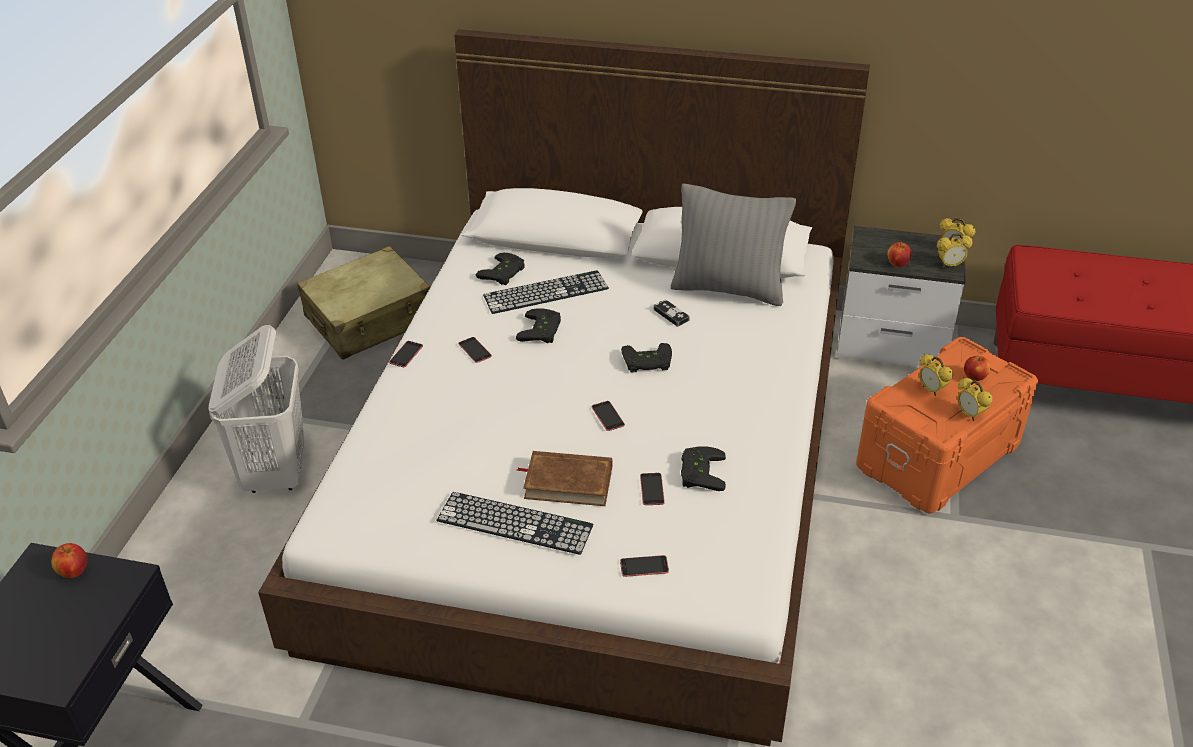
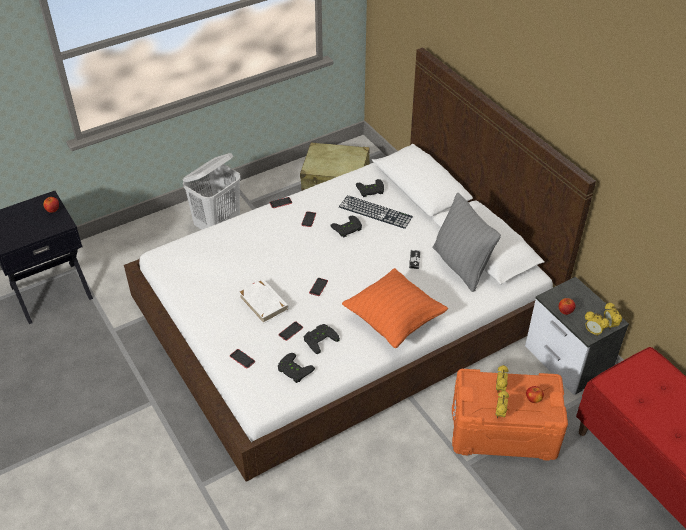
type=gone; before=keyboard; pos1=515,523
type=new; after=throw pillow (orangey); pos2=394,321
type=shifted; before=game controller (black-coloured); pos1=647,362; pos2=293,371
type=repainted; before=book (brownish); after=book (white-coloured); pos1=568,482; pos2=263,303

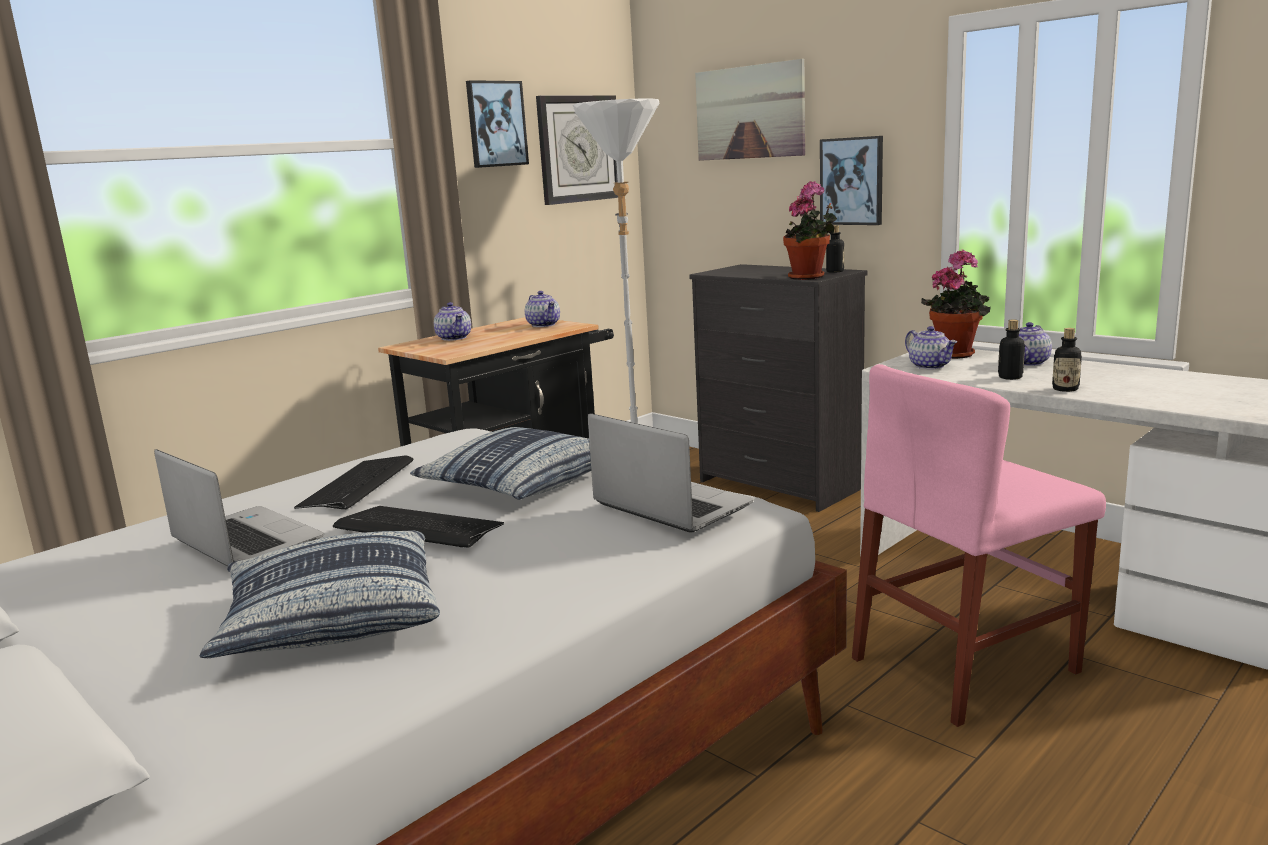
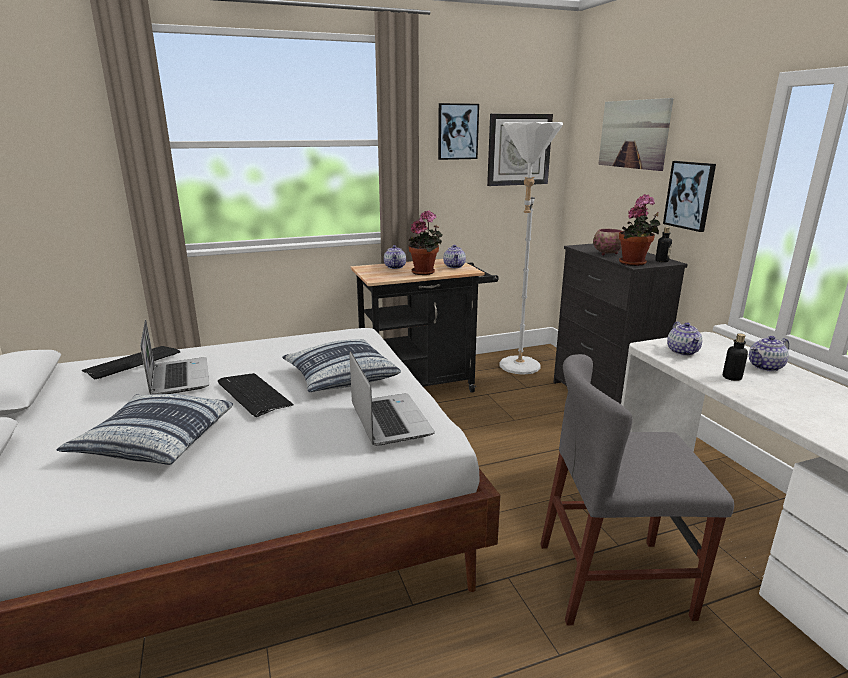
type=gone; before=beverage bottle; pos1=1065,389
type=new; after=serving bowl; pos2=608,254
type=shifted; before=keyboard; pos1=358,485; pos2=132,363
type=shifted; before=plant in a pot; pos1=956,354; pos2=425,272
type=repainted; before=plain chair (pinkish); after=plain chair (greyish); pos1=964,665; pos2=613,580

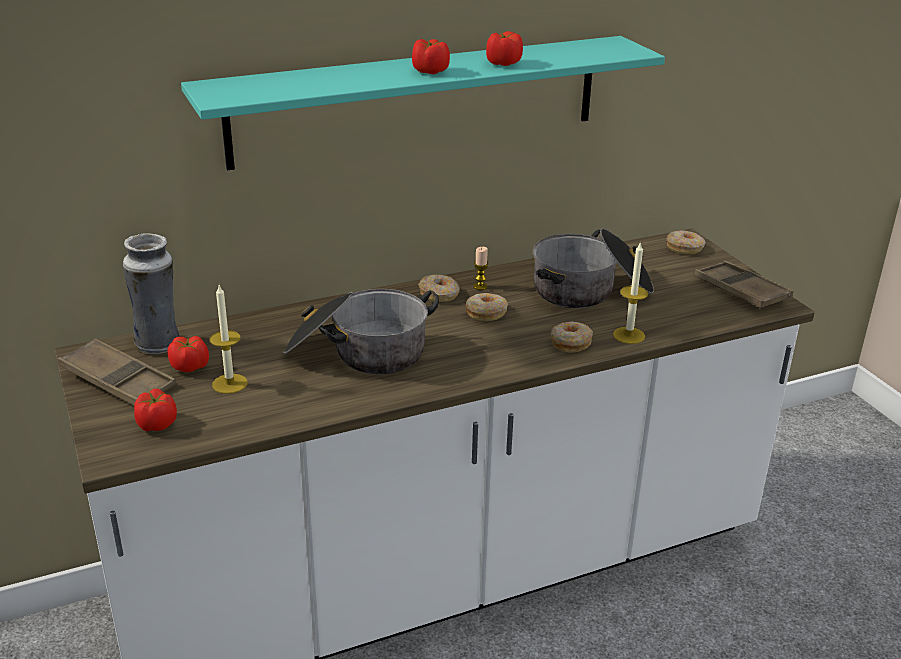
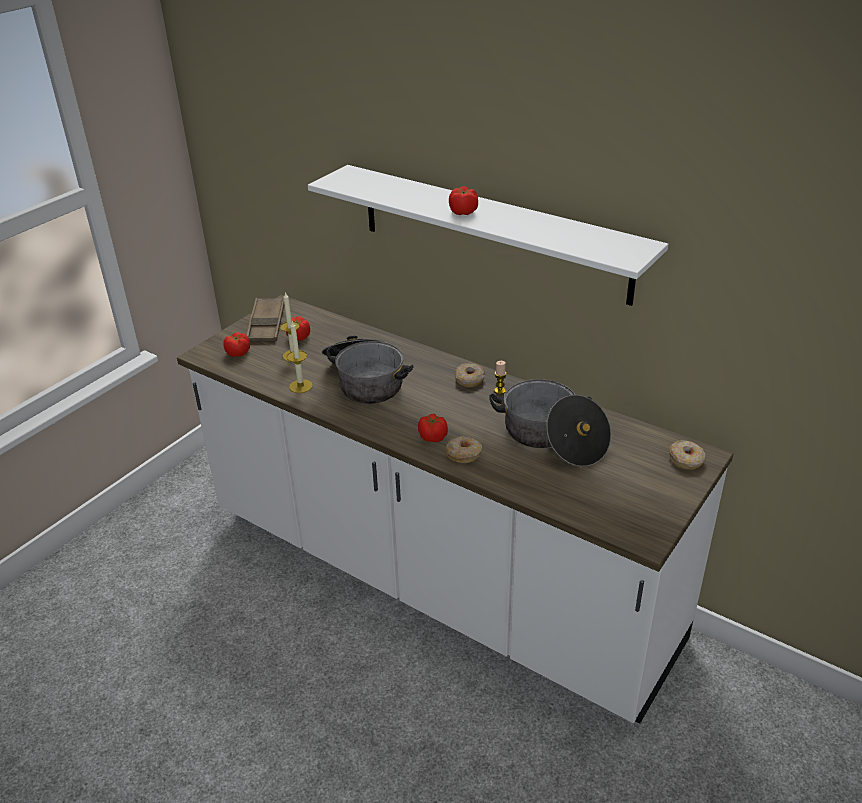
type=gone; before=flower vase; pos1=159,344
type=gone; before=doughnut; pos1=486,313
type=gone; before=serving tray (brownish); pos1=741,291
type=shifted; before=tomato; pos1=503,63; pos2=432,437
type=shifted; before=wax candle; pos1=629,335; pos2=300,386
type=repainted; before=shelf (blue-green); after=shelf (white-coloured); pos1=418,100; pos2=491,232

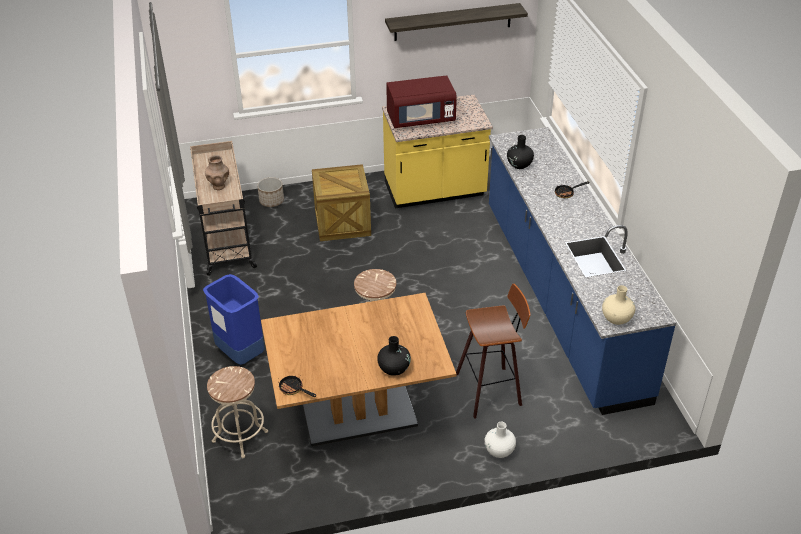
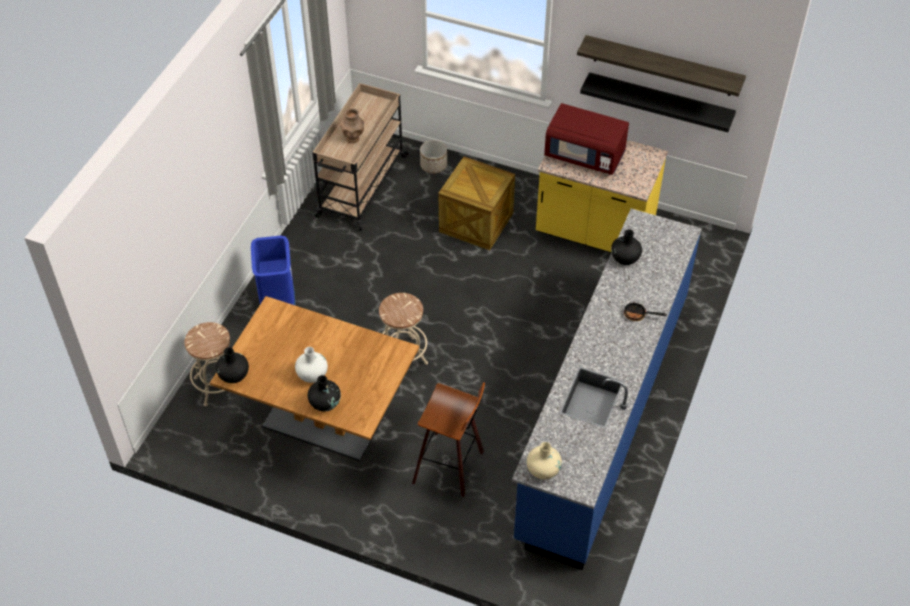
type=new; after=shelf (black-coloured); pos2=659,101
type=shifted; before=flower vase (white-coloured); pos1=499,450; pos2=312,375
type=swapped; before=frying pan; after=flower vase (black-coloured); pos1=294,389; pos2=234,375

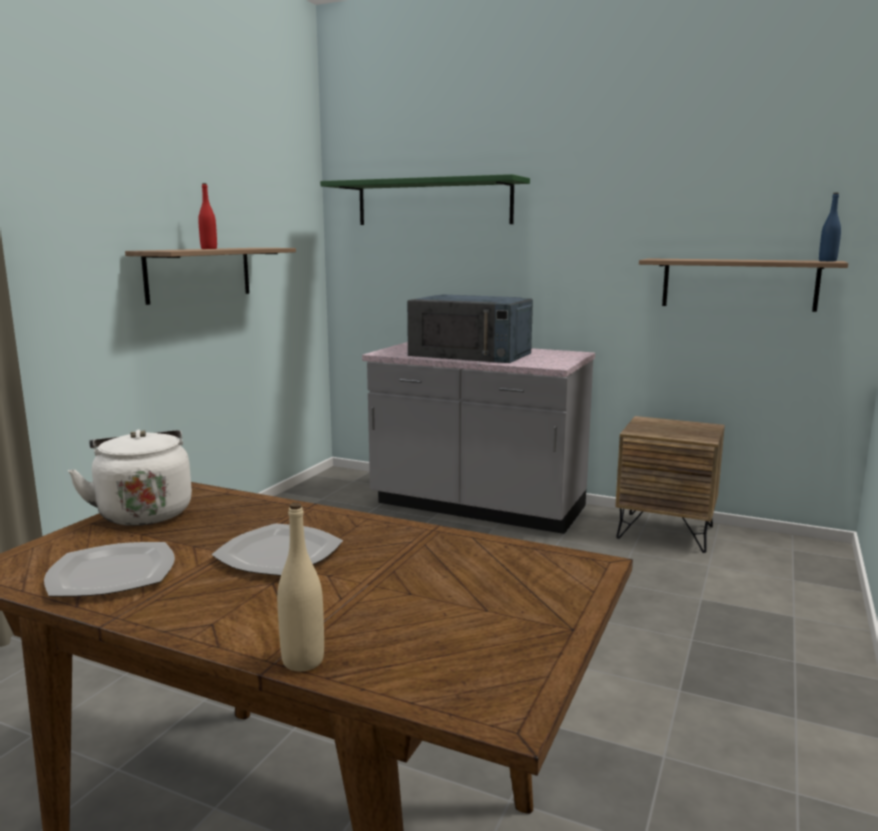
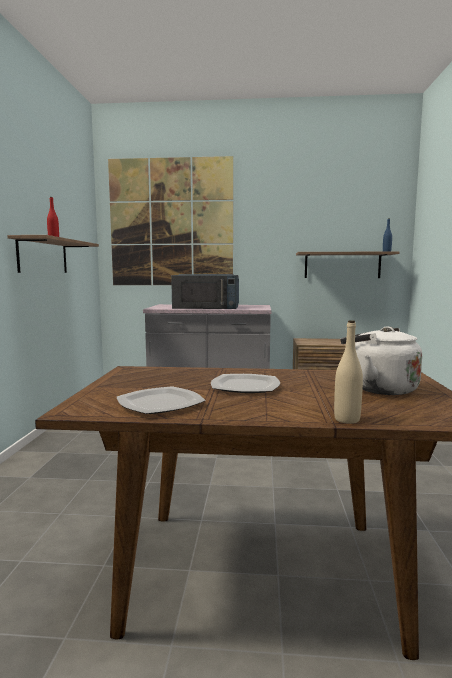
type=shifted; before=water kettle (white-coloured); pos1=143,512; pos2=378,389
type=swapped; before=shelf (greenish); after=wall art; pos1=433,203; pos2=171,222

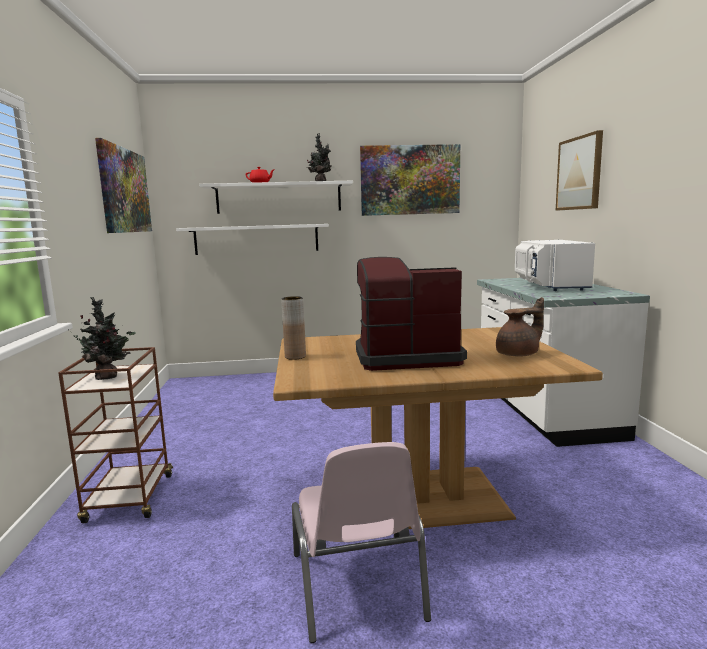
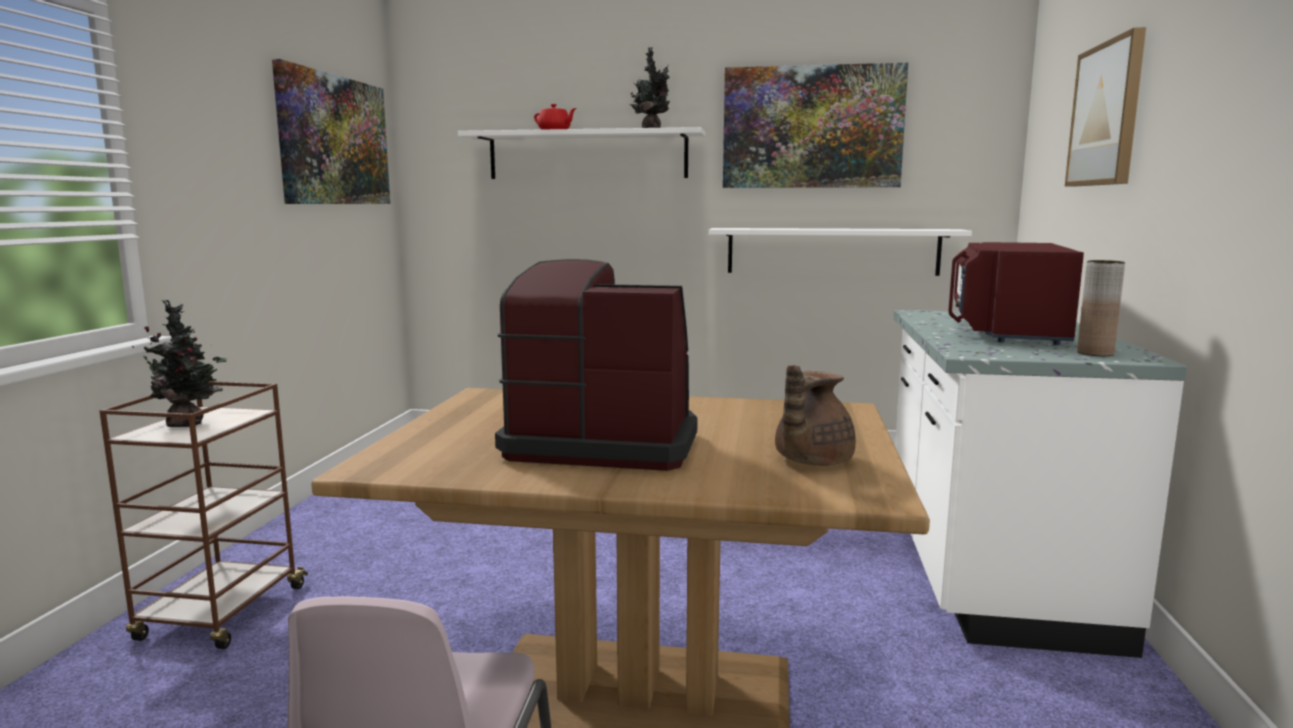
type=shifted; before=shelf (white-coloured); pos1=256,239; pos2=832,251
type=shifted; before=flower vase (brownish); pos1=295,357; pos2=1095,353
type=repainted; before=kitchen microwave (white-coloured); after=kitchen microwave (reddish); pos1=549,286; pos2=1006,331
type=rotated; before=pot for tea (brownish); pos1=519,354; pos2=810,461; turn=135

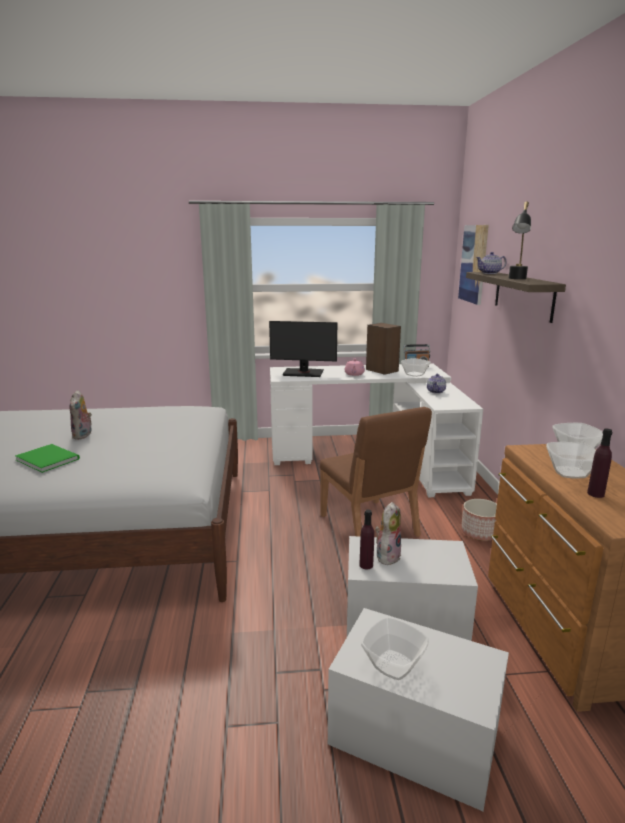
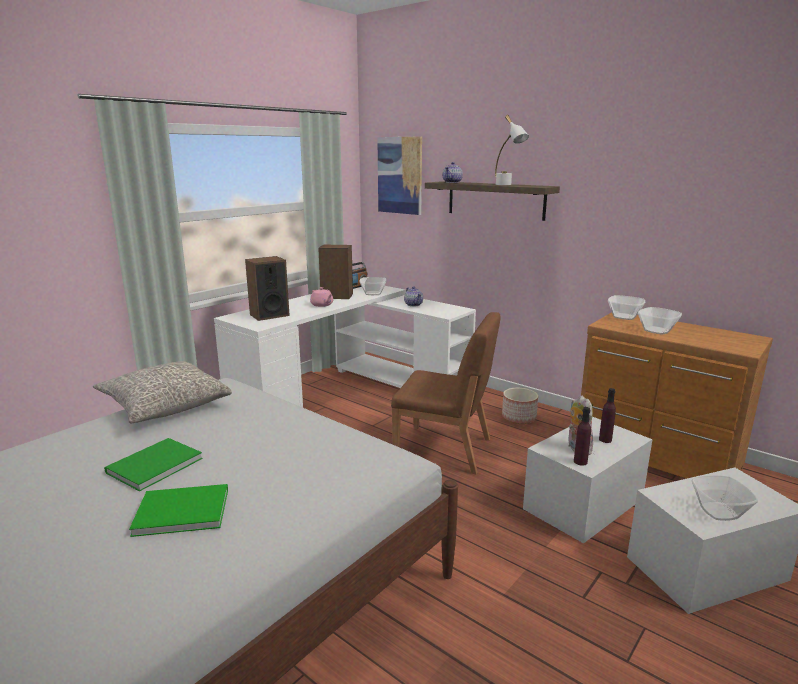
type=new; after=throw pillow (greyish); pos2=164,405
type=shifted; before=beverage bottle (purplish); pos1=595,494; pos2=605,439
type=swapped; before=cuddly toy; after=book (greenish); pos1=83,436; pos2=151,466
type=swapped; before=computer display; after=audio speaker; pos1=303,373; pos2=269,315
type=repainted; before=tabletop lamp (black-coloured); after=tabletop lamp (white-coloured); pos1=516,279; pos2=507,185

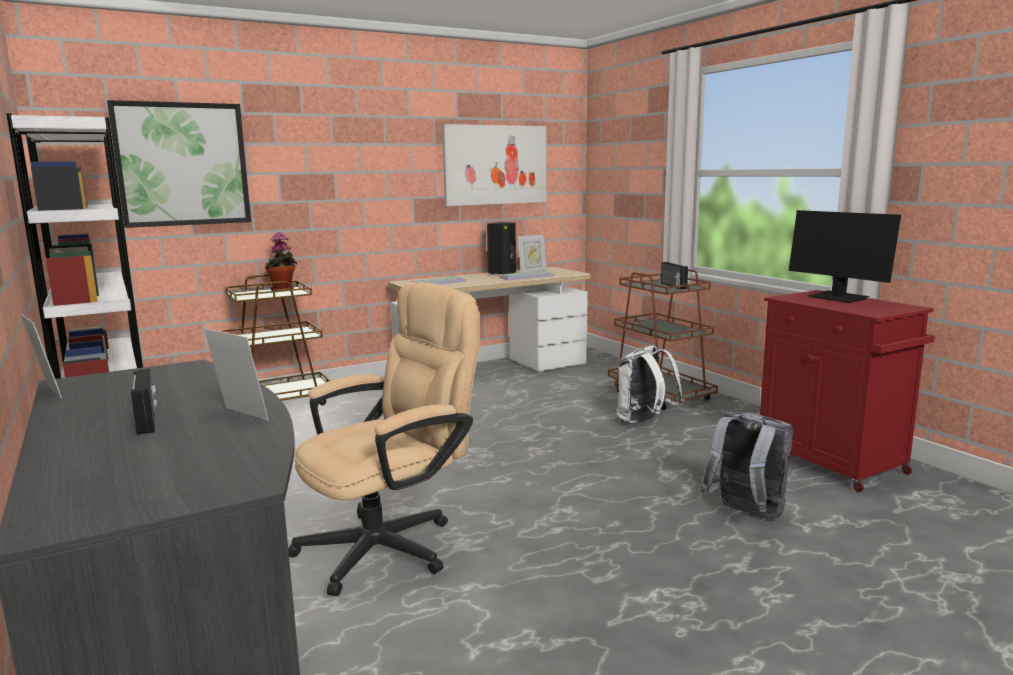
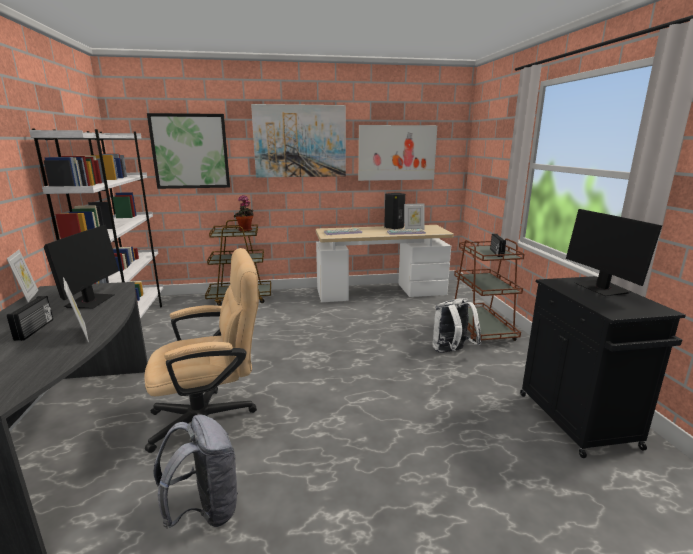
type=new; after=computer display; pos2=90,301
type=new; after=wall art; pos2=300,141
type=shifted; before=knapsack (greyish); pos1=746,514; pos2=205,510
type=repainted; before=cabinet (reddish); after=cabinet (black-coloured); pos1=832,463; pos2=578,421

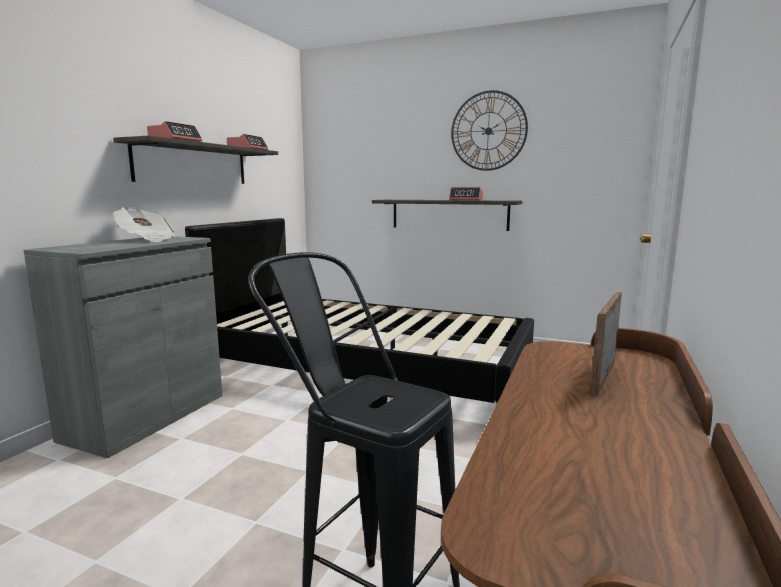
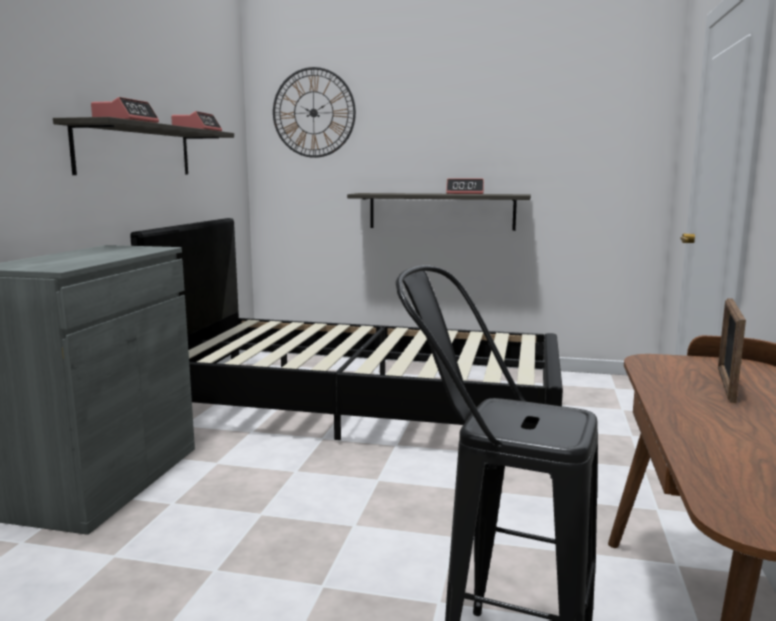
type=gone; before=daily paper; pos1=147,239
type=shifted; before=hanging clock; pos1=488,131; pos2=313,113

